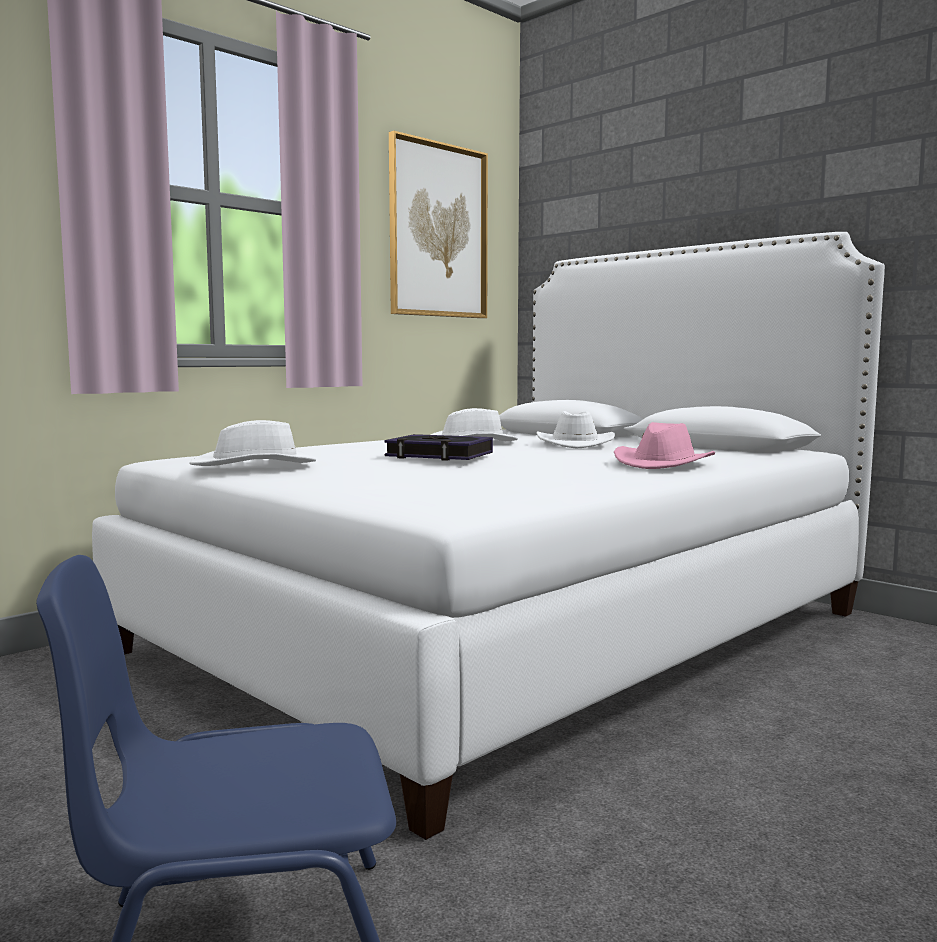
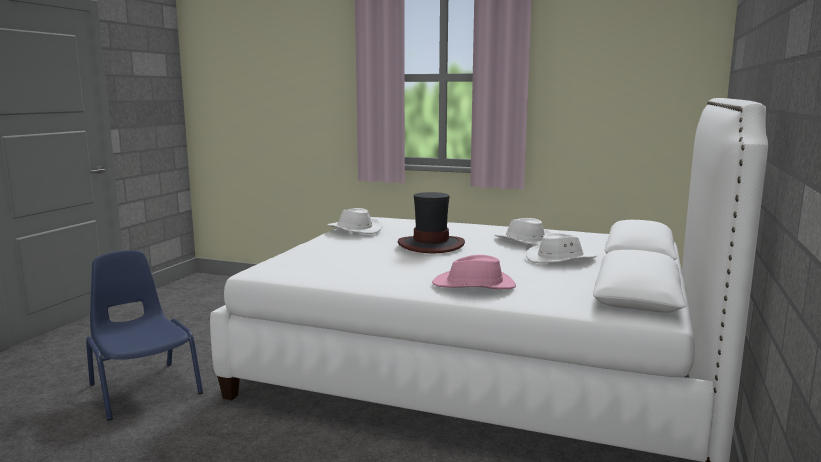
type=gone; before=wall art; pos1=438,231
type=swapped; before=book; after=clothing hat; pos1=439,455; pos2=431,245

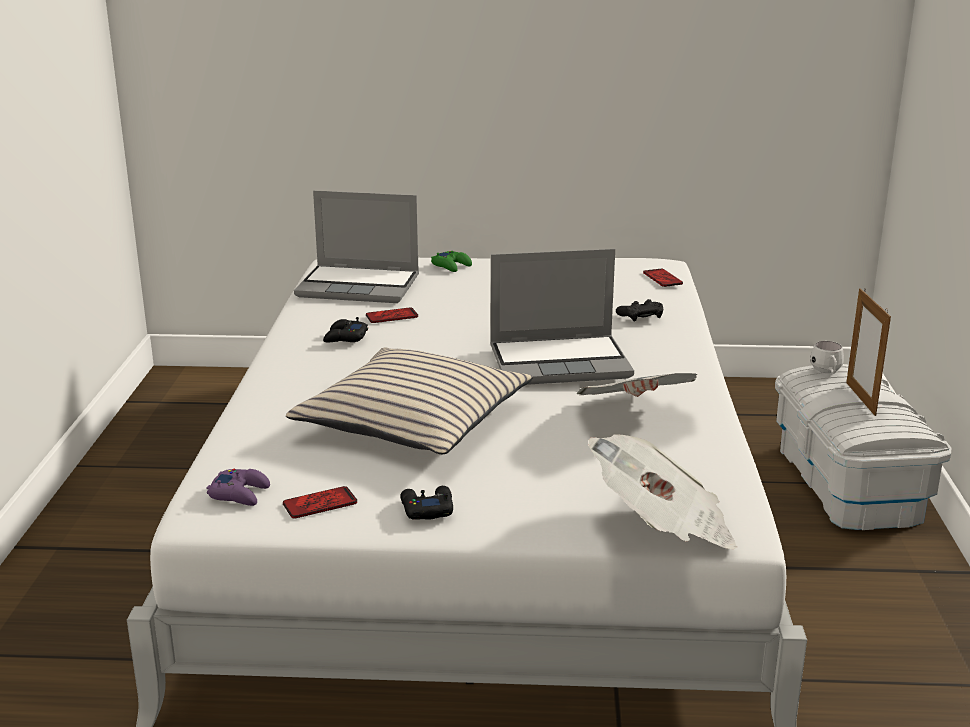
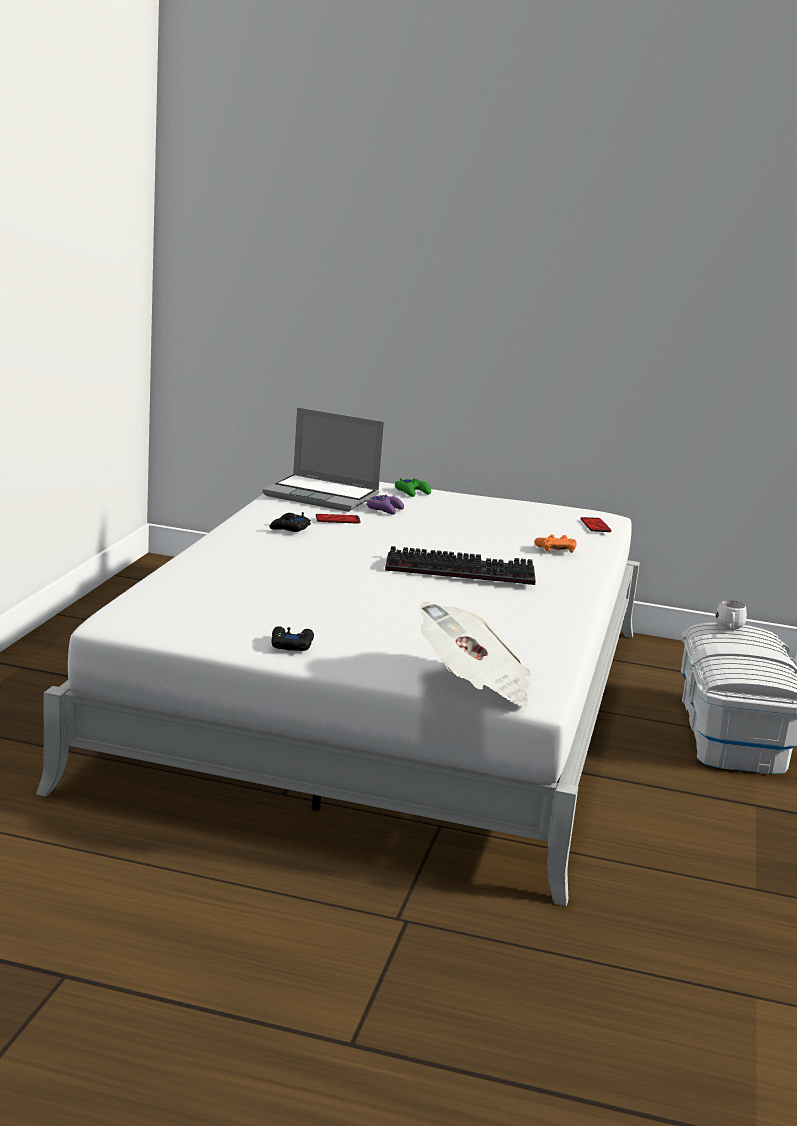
type=gone; before=telephone; pos1=320,504
type=gone; before=throw pillow (beige-coloured); pos1=412,421
type=gone; before=daily paper; pos1=633,415
type=gone; before=photo frame; pos1=860,398
type=shifted; before=game controller (purplish); pos1=240,493; pos2=385,509
type=swapped; before=portable computer; after=keyboard; pos1=561,362; pos2=462,570
type=repainted; before=game controller (black-coloured); after=game controller (orangey); pos1=641,316; pos2=556,549

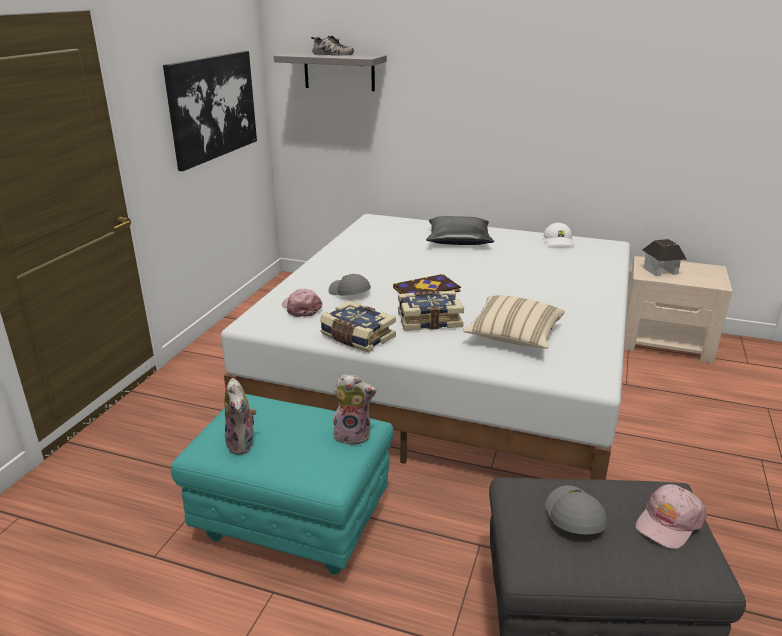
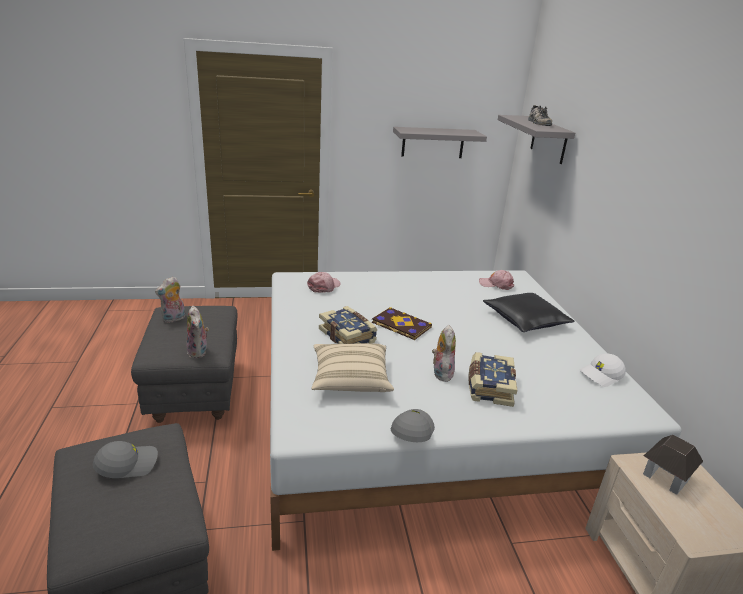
type=new; after=cuddly toy; pos2=441,373
type=shifted; before=book; pos1=357,337; pos2=489,387
type=shifted; before=peaked cap (greyish); pos1=349,292; pos2=411,430
type=shifted; before=peaked cap (pinkish); pos1=668,522; pos2=496,284
type=swapped; before=wall art; after=shelf (greyish); pos1=213,107; pos2=433,142
type=repainted; before=footrest (blue-green); after=footrest (greyish); pos1=291,526; pos2=194,392

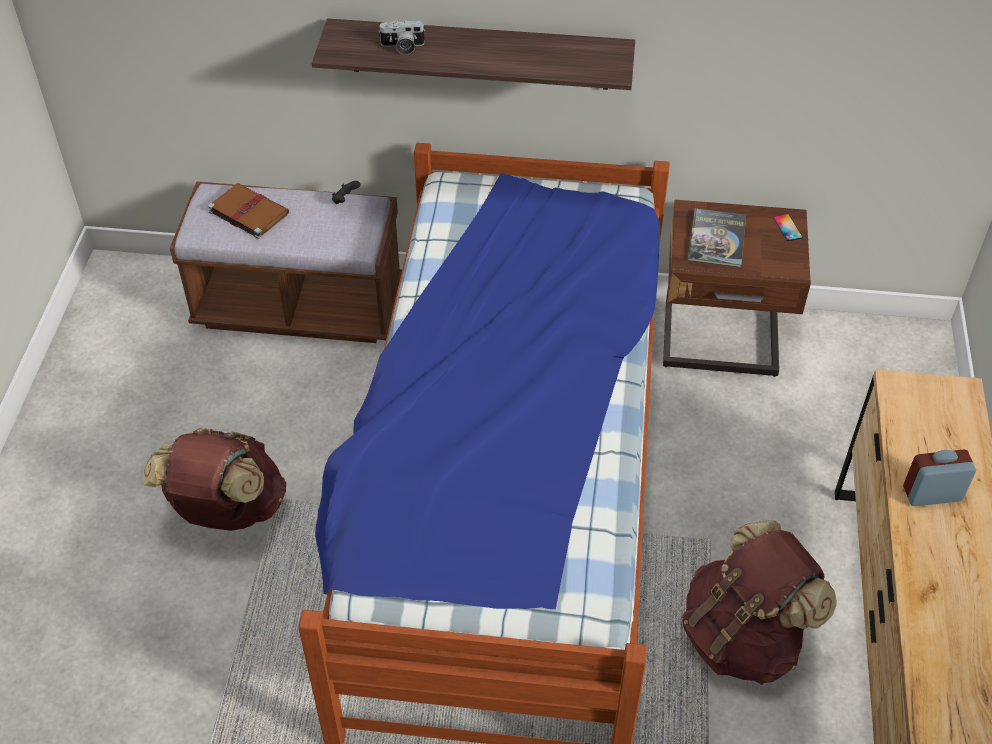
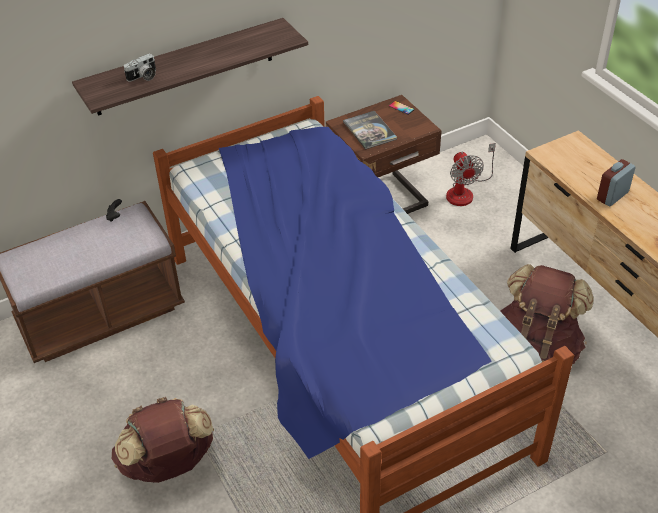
type=gone; before=book (brownish); pos1=247,212
type=new; after=fan; pos2=465,191

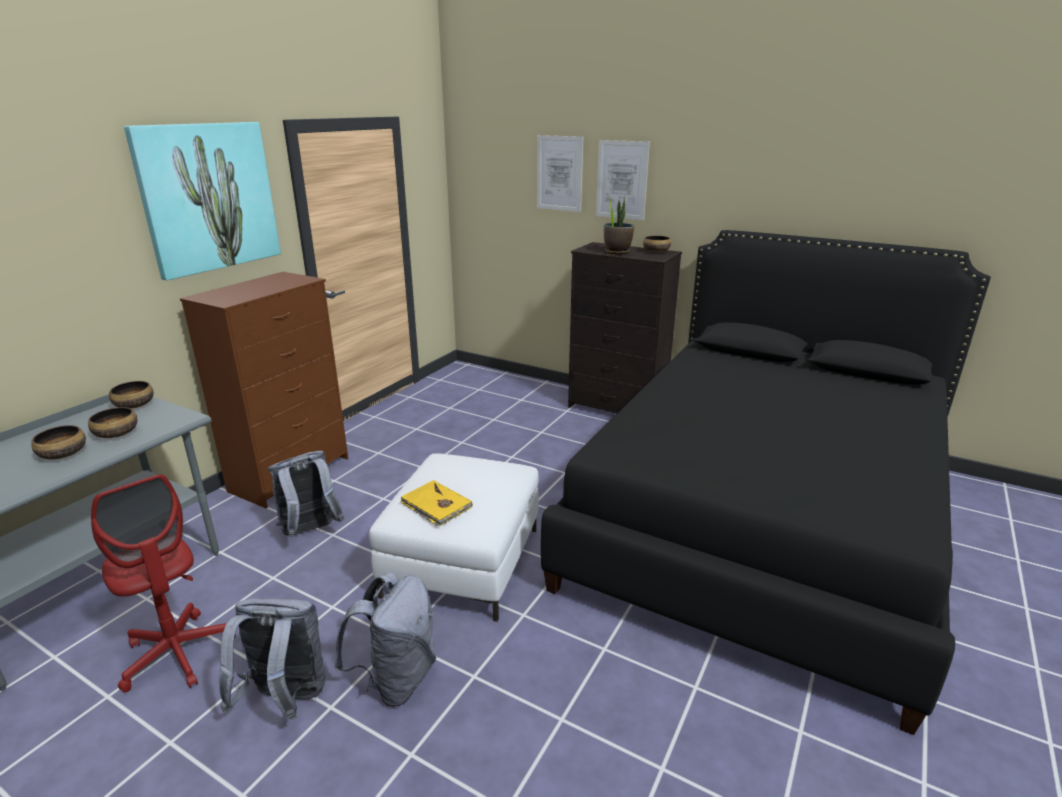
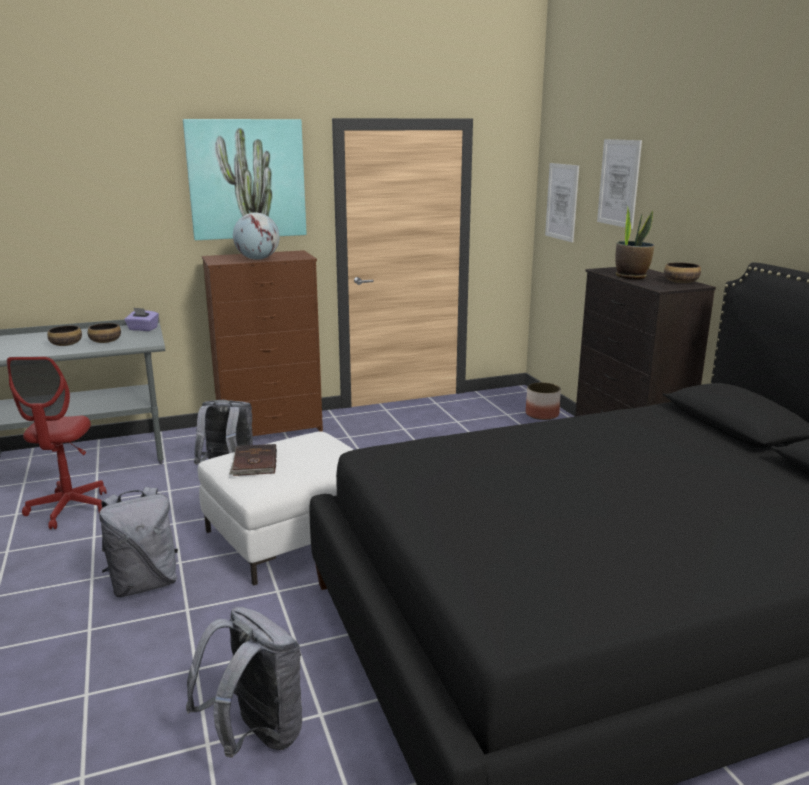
type=new; after=desk globe; pos2=257,259
type=new; after=planter; pos2=542,415
type=shifted; before=knapsack (greyish); pos1=285,699; pos2=255,735
type=shifted; before=wall art; pos1=622,180; pos2=562,202
type=swapped; before=serving bowl; after=tissue holder (purplish); pos1=135,405; pos2=143,329
type=repainted; before=book (yellow-coloured); after=book (brownish); pos1=436,506; pos2=254,463

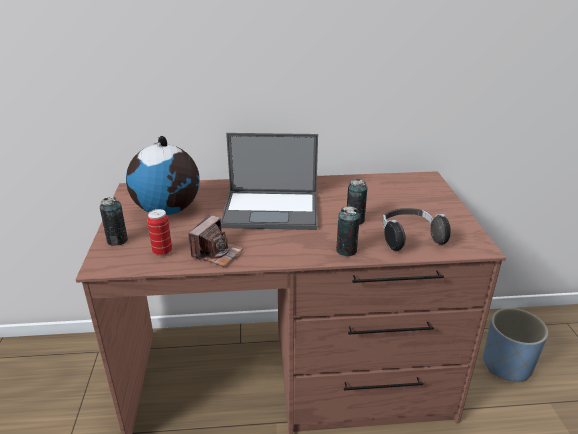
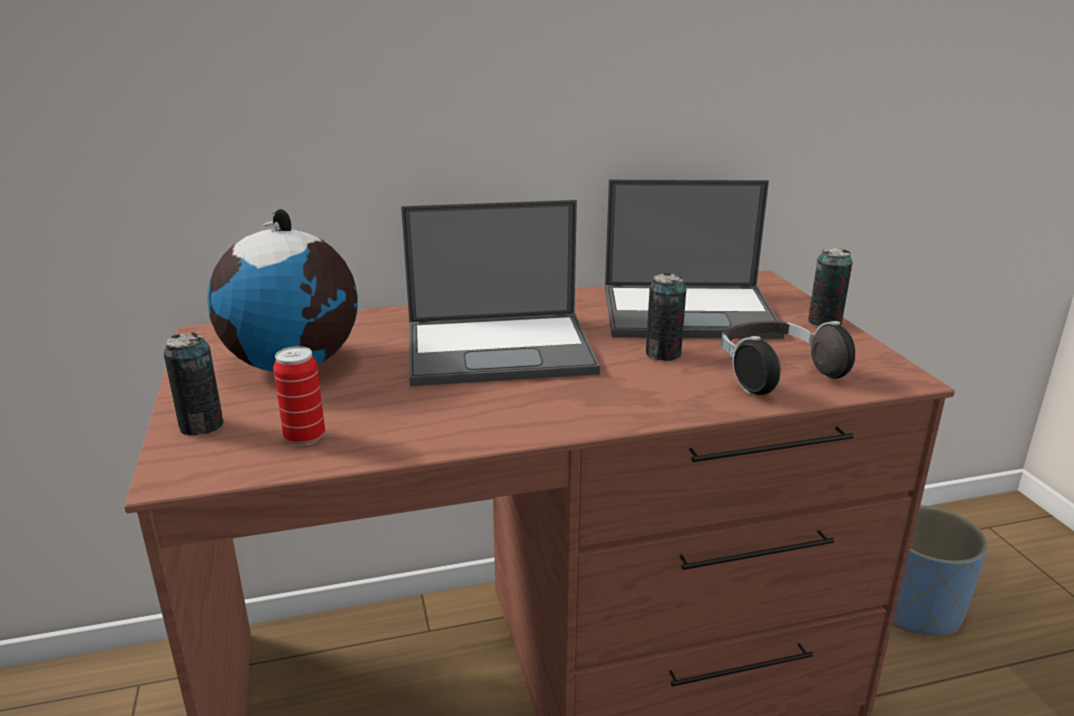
type=gone; before=still camera; pos1=217,253
type=new; after=portable computer; pos2=690,312
type=shifted; before=can; pos1=346,251; pos2=824,322

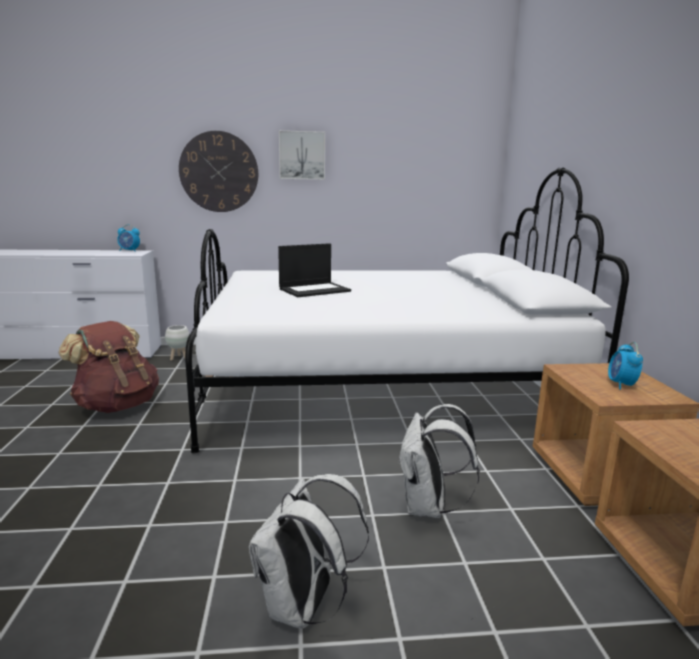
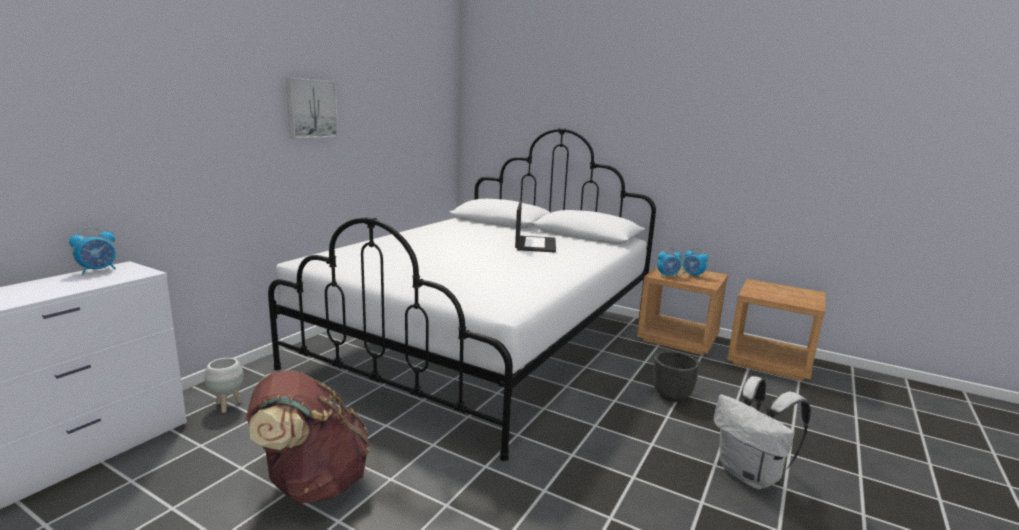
type=gone; before=hanging clock; pos1=219,172
type=new; after=table clock; pos2=668,276
type=shifted; before=portable computer; pos1=315,290; pos2=535,244
type=swapped; before=knapsack (white-coloured); after=planter (black-coloured); pos1=428,507; pos2=672,395

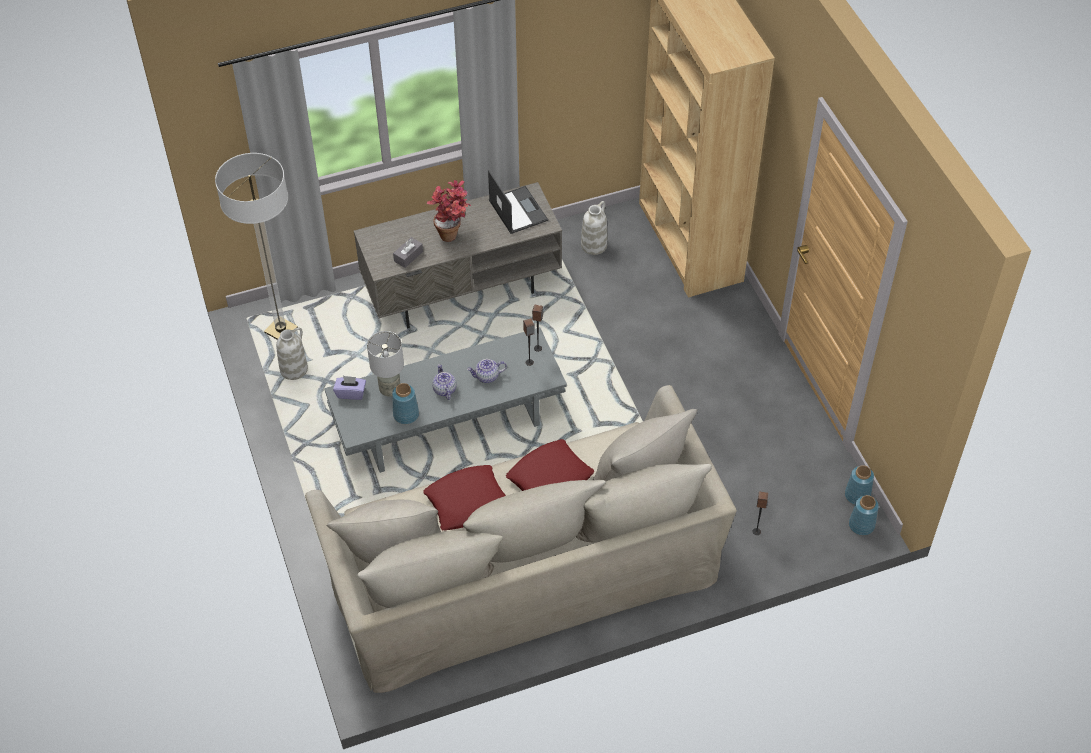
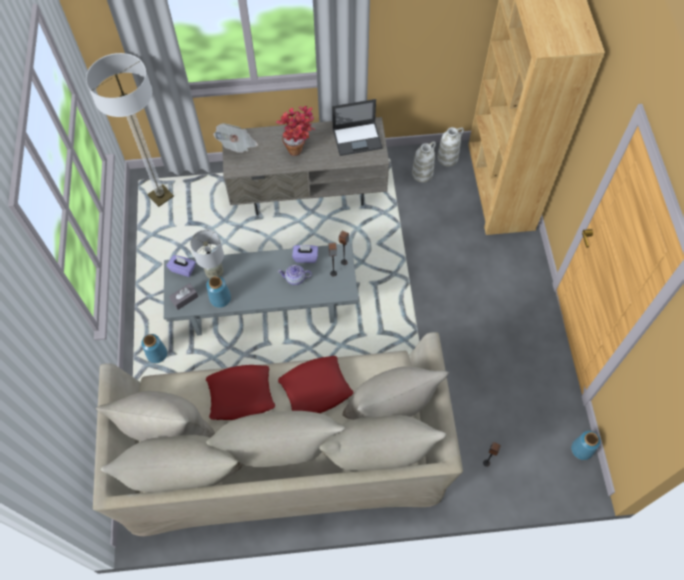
type=gone; before=pot for tea; pos1=444,389
type=new; after=daily paper; pos2=237,145
type=new; after=tissue holder (purplish); pos2=305,257
type=shifted; before=flower vase (white-coloured); pos1=294,369; pos2=447,158
type=shifted; before=tissue holder (greyish); pos1=408,256; pos2=184,299
type=shifted; before=flower vase (blue-coloured); pos1=861,525; pos2=156,354
type=rotated; before=portable computer; pos1=517,210; pos2=358,138; turn=90

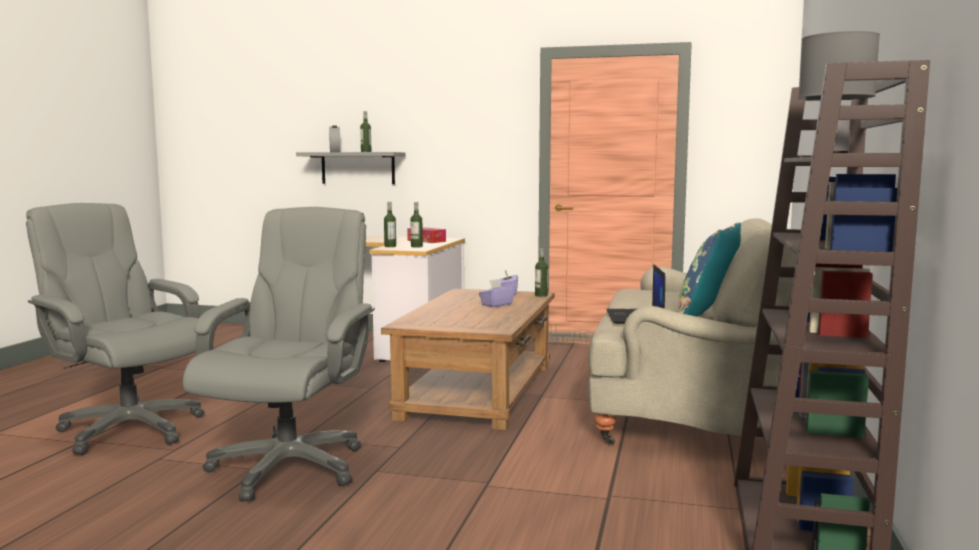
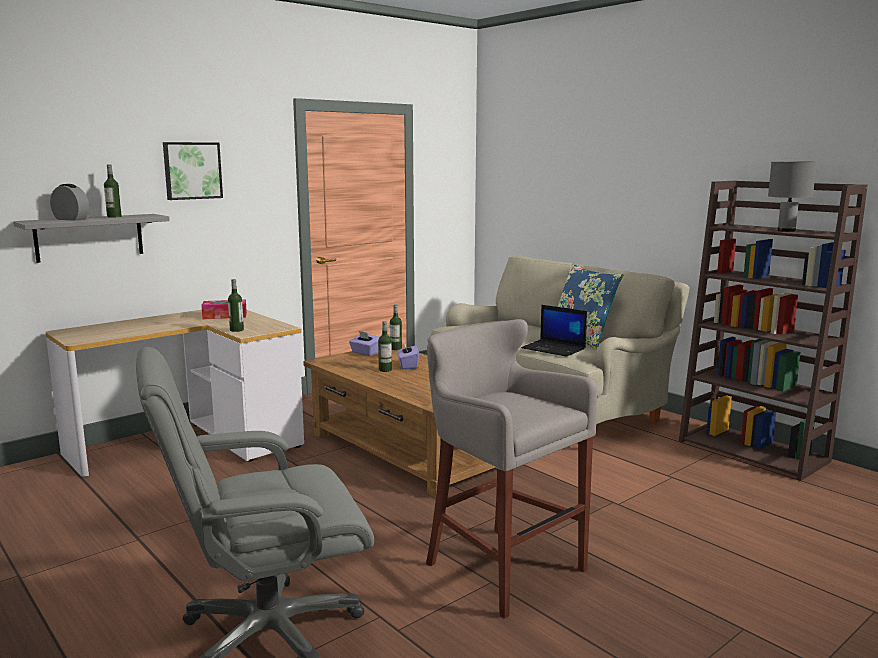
type=new; after=wall art; pos2=192,170
type=shifted; before=beverage bottle; pos1=416,246; pos2=385,370
type=swapped; before=office chair (greyish); after=stool seat (greyish); pos1=288,467; pos2=500,566

